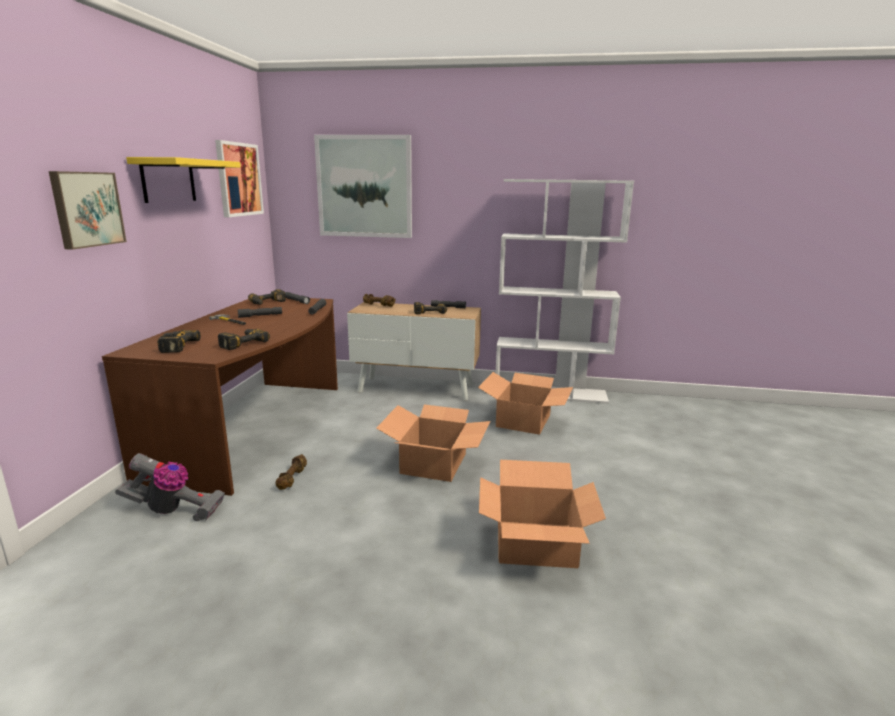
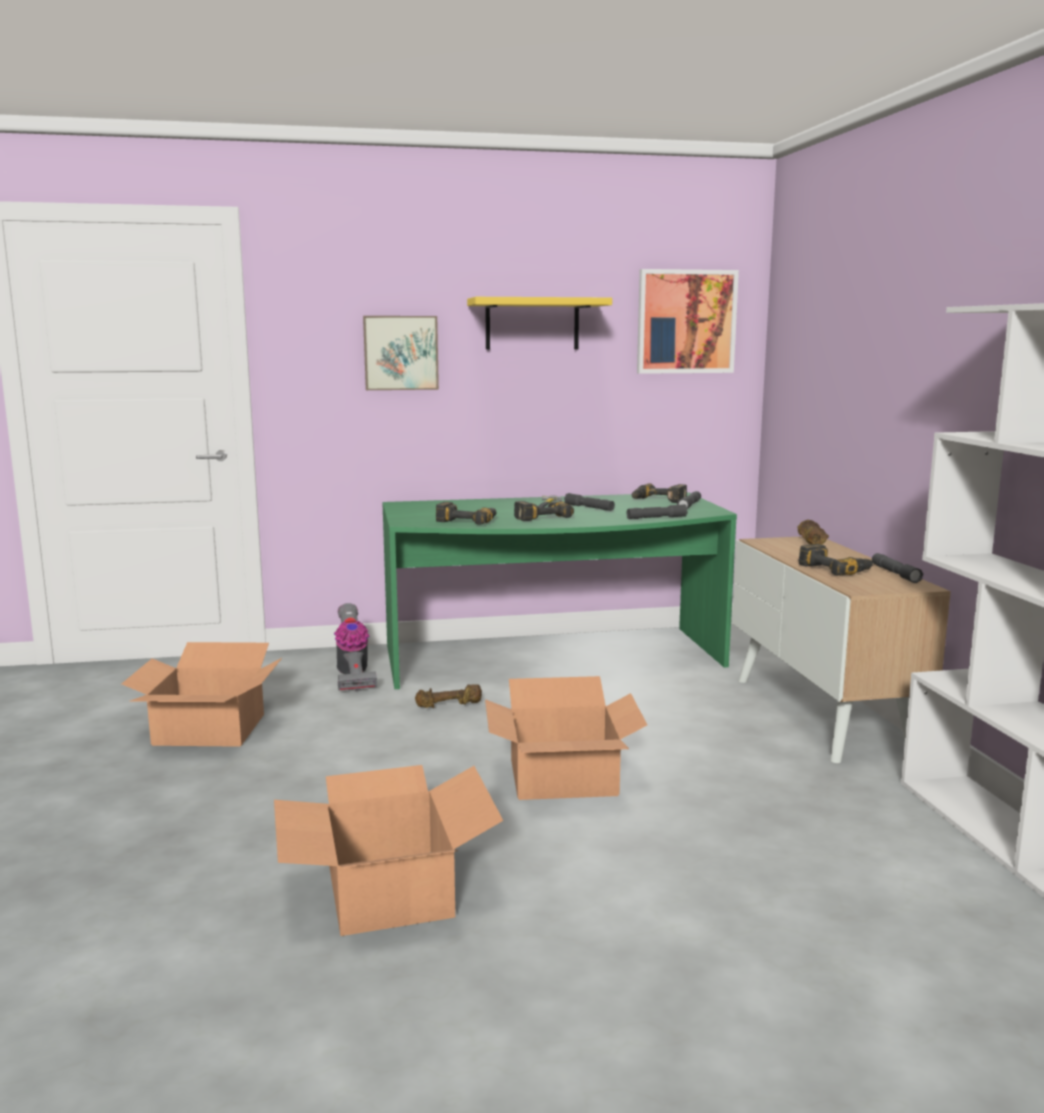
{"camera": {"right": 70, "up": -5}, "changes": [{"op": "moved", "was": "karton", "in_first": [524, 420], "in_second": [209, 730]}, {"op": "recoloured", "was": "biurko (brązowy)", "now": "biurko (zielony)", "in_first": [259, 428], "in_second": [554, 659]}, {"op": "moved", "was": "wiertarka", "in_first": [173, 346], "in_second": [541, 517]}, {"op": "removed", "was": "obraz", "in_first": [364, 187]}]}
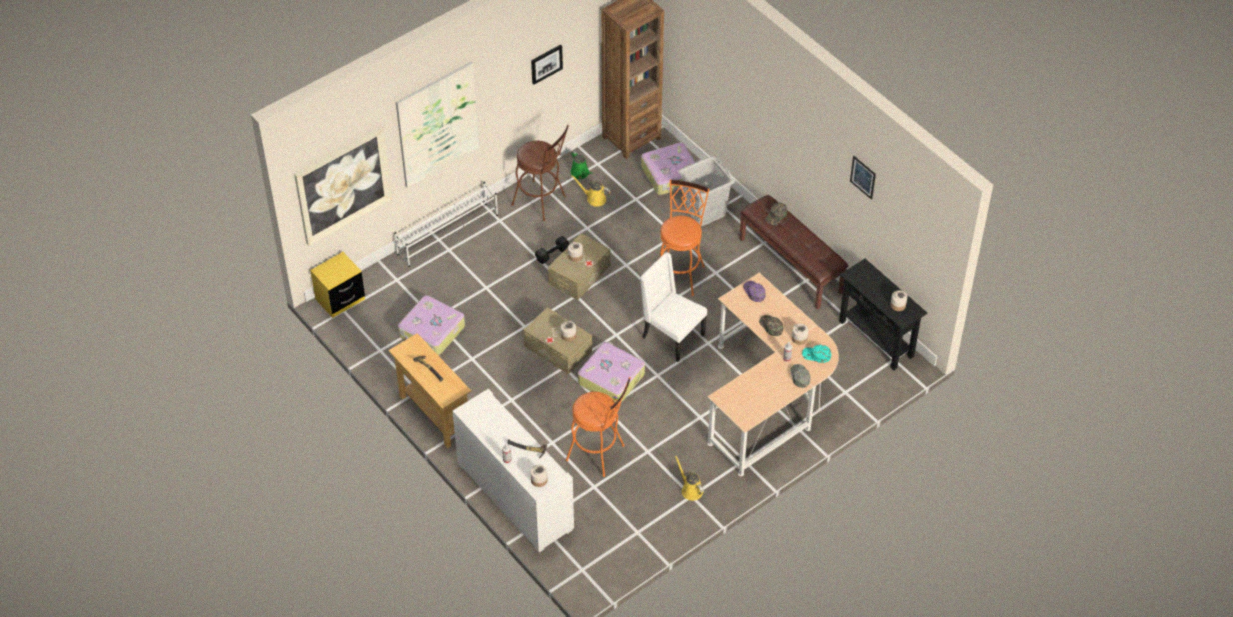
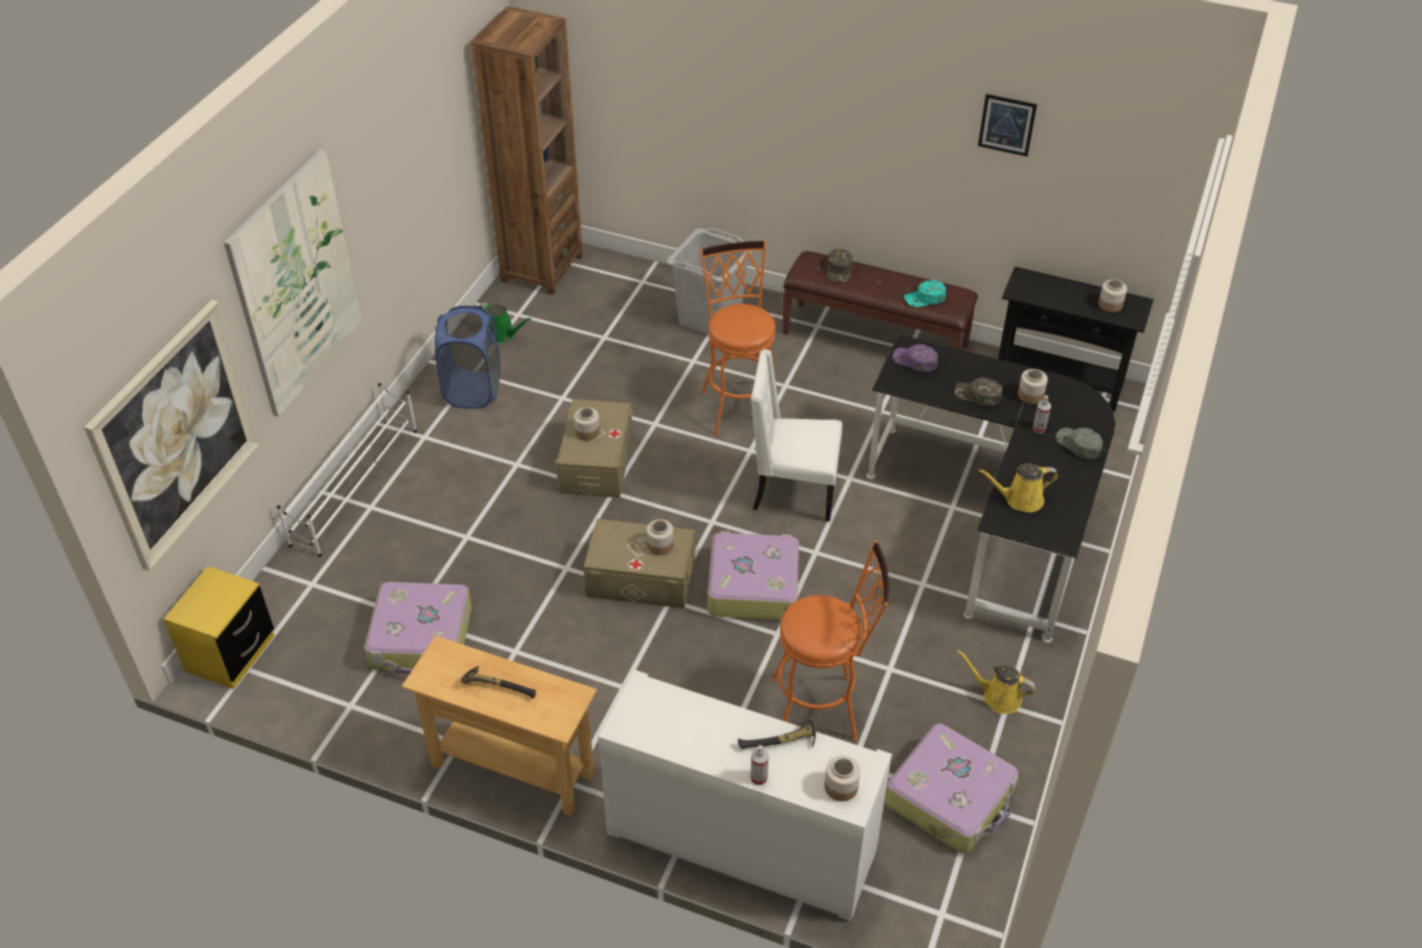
{"camera": {"right": -30, "up": -5}, "changes": [{"op": "replaced", "was": "stołek (brązowy)", "now": "kosz na pranie (niebieski)", "in_first": [542, 202], "in_second": [473, 390]}, {"op": "recoloured", "was": "biurko (beżowy)", "now": "biurko (czarny)", "in_first": [769, 399], "in_second": [994, 517]}, {"op": "moved", "was": "walizka", "in_first": [671, 175], "in_second": [951, 797]}, {"op": "moved", "was": "czapka z daszkiem (turkusowy)", "in_first": [816, 355], "in_second": [925, 298]}, {"op": "moved", "was": "konewka (żółty)", "in_first": [594, 199], "in_second": [1020, 499]}, {"op": "removed", "was": "obraz", "in_first": [546, 63]}, {"op": "removed", "was": "hantel (czarny)", "in_first": [551, 254]}]}
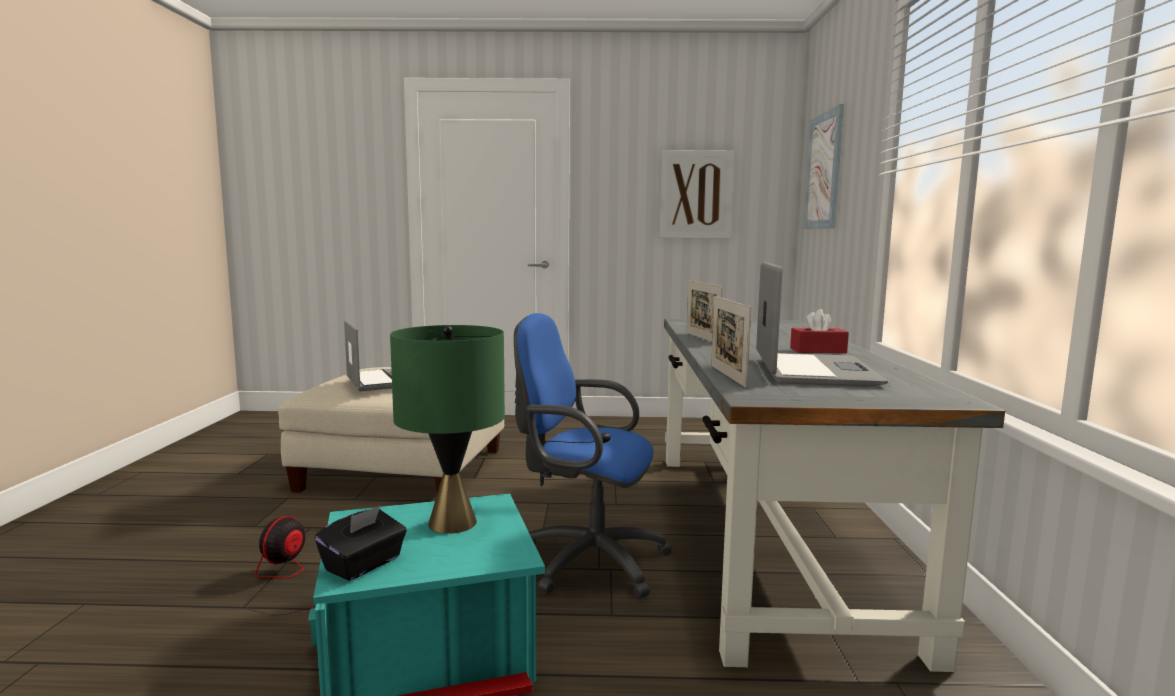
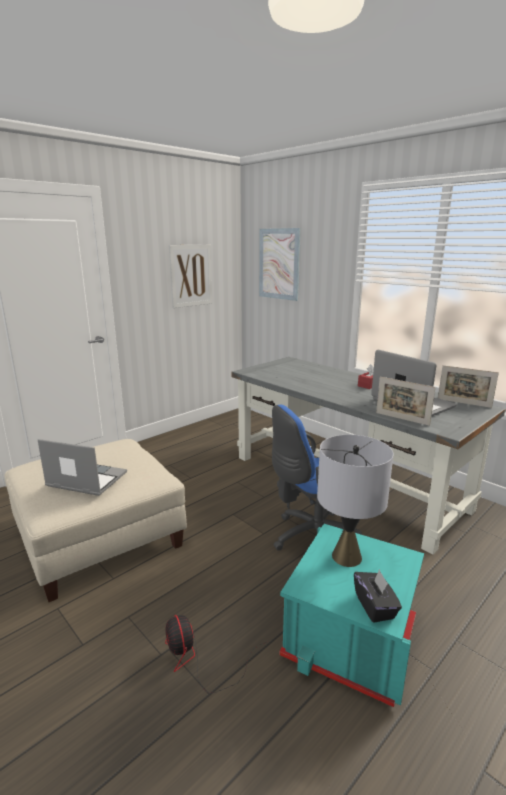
{"camera": {"right": -45, "up": 10}, "changes": [{"op": "recoloured", "was": "lampa stołowa (zielony)", "now": "lampa stołowa (szary)", "in_first": [452, 523], "in_second": [346, 557]}, {"op": "moved", "was": "ramka na zdjęcie", "in_first": [702, 338], "in_second": [464, 403]}]}
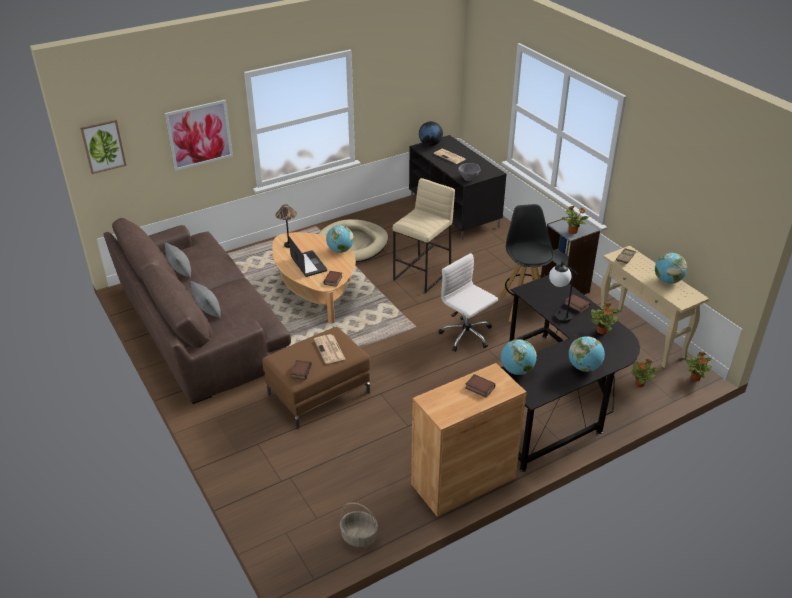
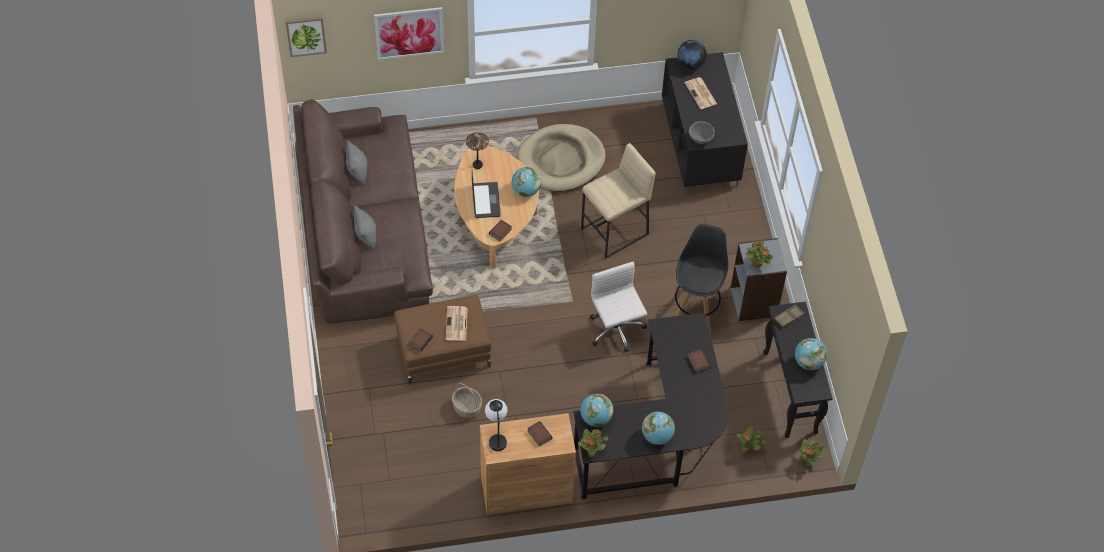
{"camera": {"right": 20, "up": 20}, "changes": [{"op": "moved", "was": "koszyk", "in_first": [358, 537], "in_second": [466, 407]}, {"op": "moved", "was": "lampa stołowa", "in_first": [558, 314], "in_second": [496, 436]}, {"op": "moved", "was": "roślina doniczkowa", "in_first": [602, 331], "in_second": [592, 450]}, {"op": "recoloured", "was": "stolik konsolowy (beżowy)", "now": "stolik konsolowy (czarny)", "in_first": [641, 337], "in_second": [790, 393]}]}
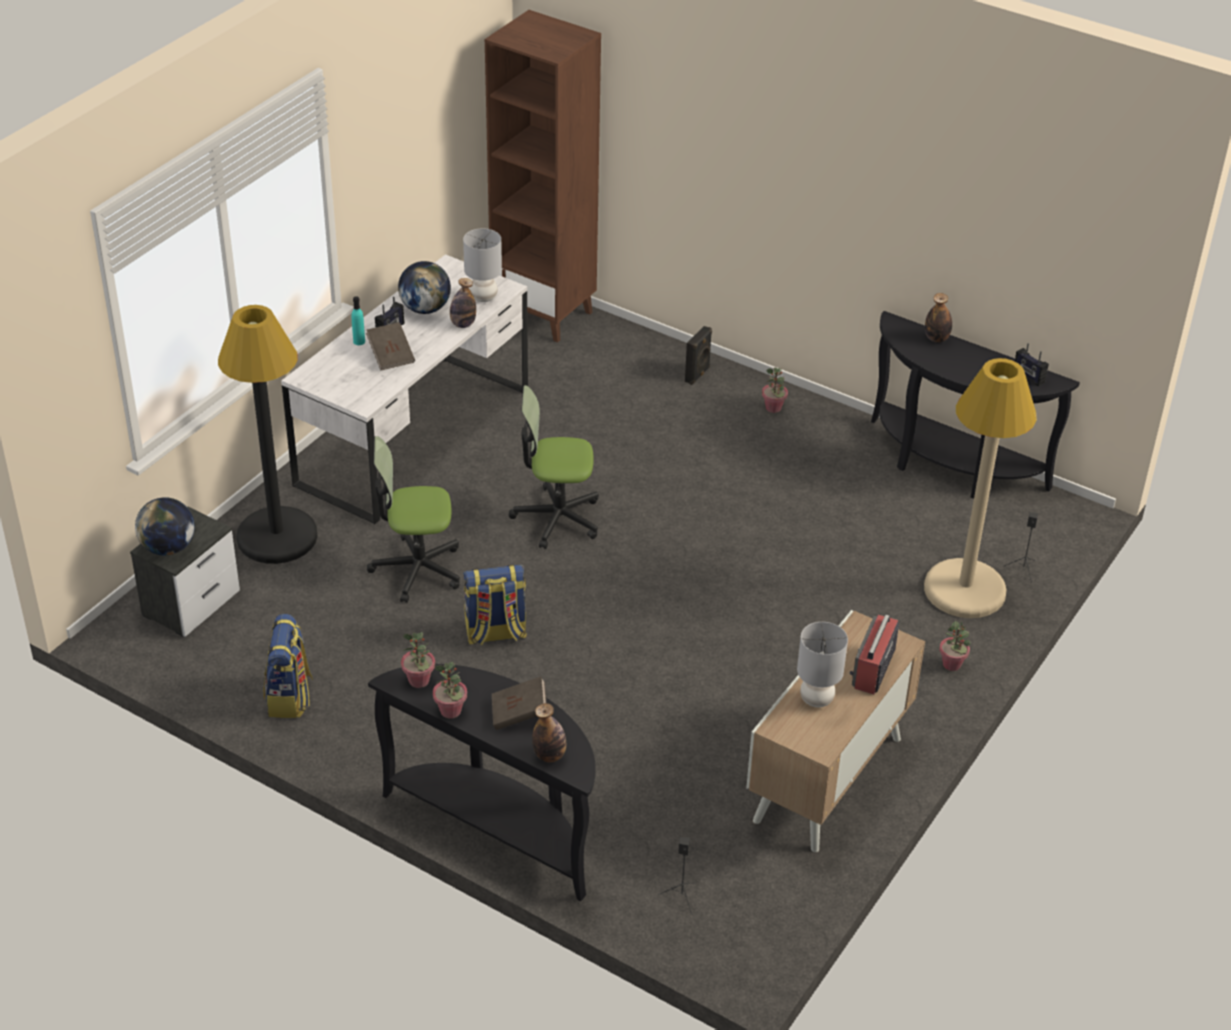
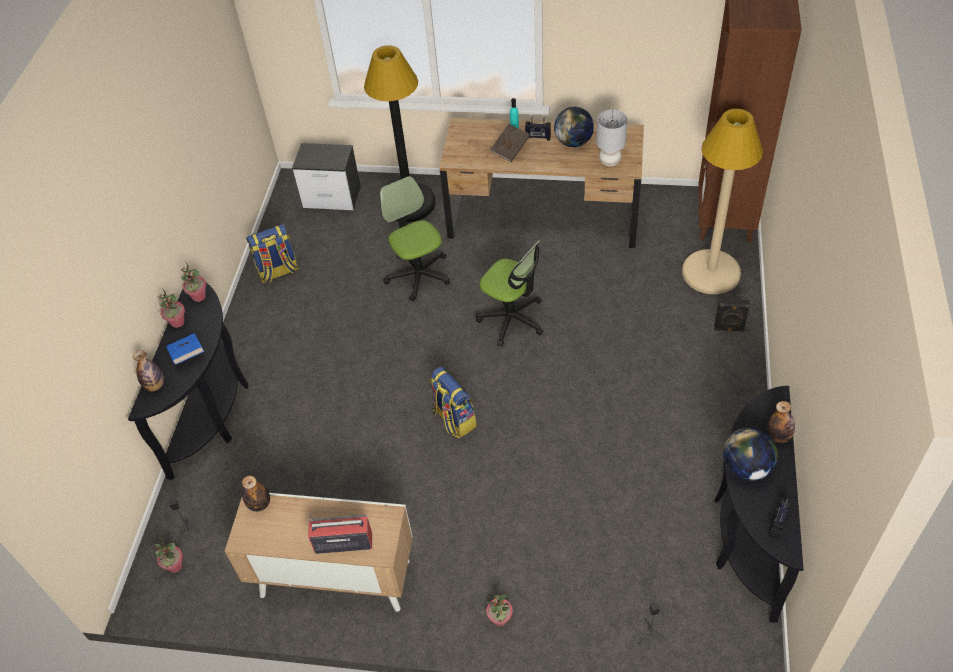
{"camera": {"right": 70, "up": 10}, "changes": [{"op": "moved", "was": "roślina doniczkowa", "in_first": [773, 408], "in_second": [175, 566]}, {"op": "recoloured", "was": "książka (brązowy)", "now": "książka (niebieski)", "in_first": [519, 714], "in_second": [187, 355]}, {"op": "moved", "was": "butelka", "in_first": [463, 324], "in_second": [260, 504]}, {"op": "moved", "was": "plecak", "in_first": [495, 633], "in_second": [453, 419]}, {"op": "recoloured", "was": "biurko (biały)", "now": "biurko (brązowy)", "in_first": [414, 436], "in_second": [543, 217]}, {"op": "turned", "was": "krzesło biurowe", "in_first": [557, 518], "in_second": [512, 319], "clockwise": 150}, {"op": "moved", "was": "lampa stojąca (beżowy)", "in_first": [965, 590], "in_second": [711, 273]}, {"op": "moved", "was": "globus", "in_first": [168, 548], "in_second": [746, 468]}, {"op": "removed", "was": "lampa stołowa (szary)", "in_first": [817, 699]}]}
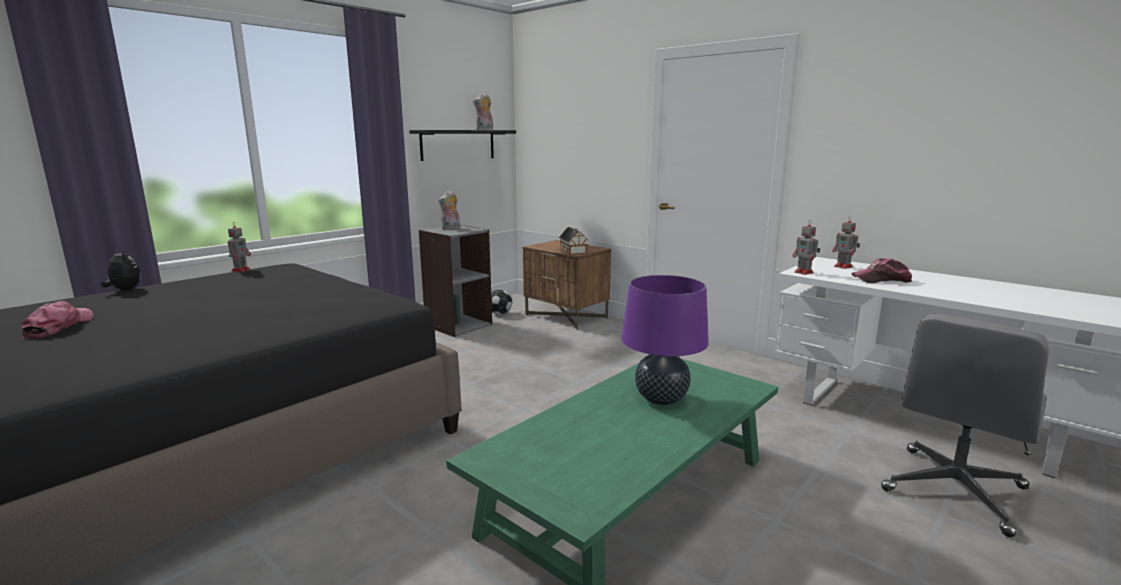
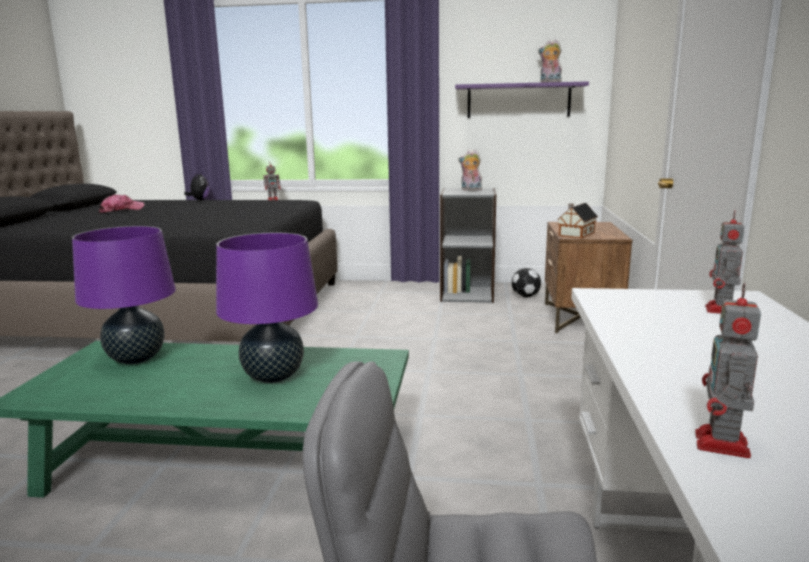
{"camera": {"right": 55, "up": 0}, "changes": [{"op": "added", "now": "lampa stołowa (fioletowy)", "in_second": [136, 358]}, {"op": "recoloured", "was": "półka (czarny)", "now": "półka (fioletowy)", "in_first": [458, 144], "in_second": [518, 100]}, {"op": "moved", "was": "robot zabawkowy", "in_first": [804, 272], "in_second": [722, 445]}, {"op": "removed", "was": "czapka z daszkiem", "in_first": [881, 280]}]}
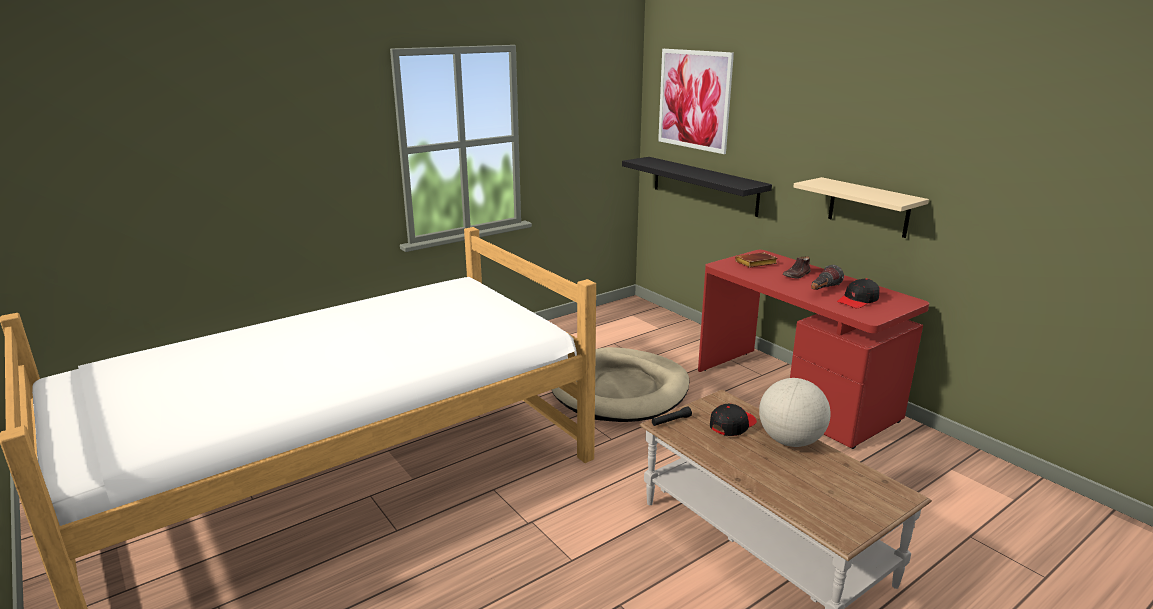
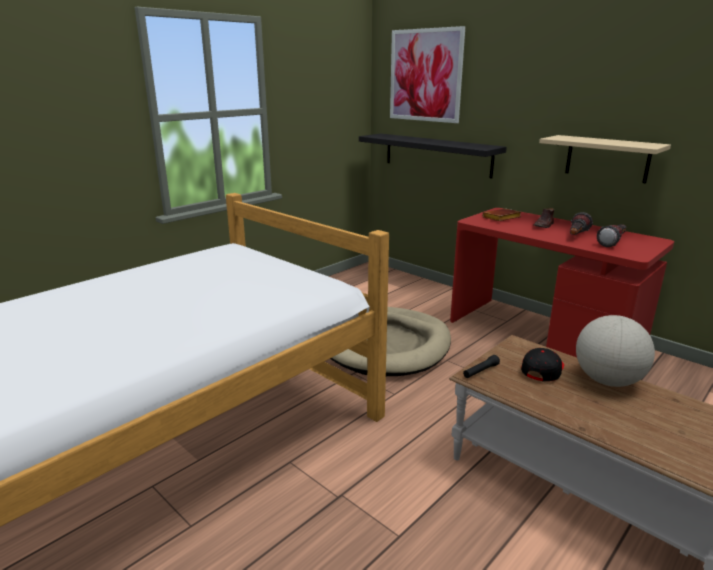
{"camera": {"right": -10, "up": 0}, "changes": [{"op": "replaced", "was": "czapka z daszkiem (czarny)", "now": "latarka", "in_first": [858, 300], "in_second": [613, 242]}]}
